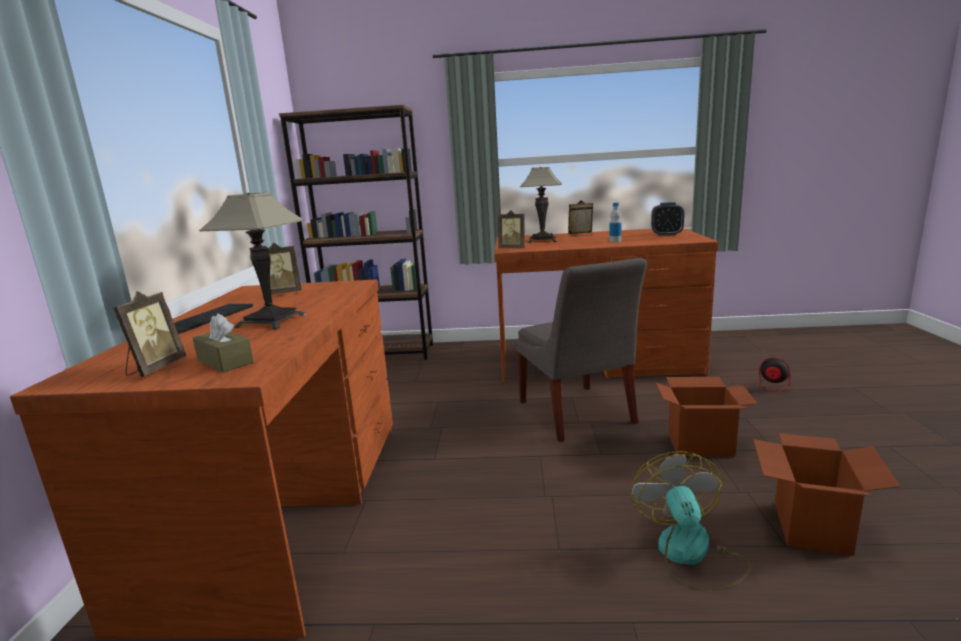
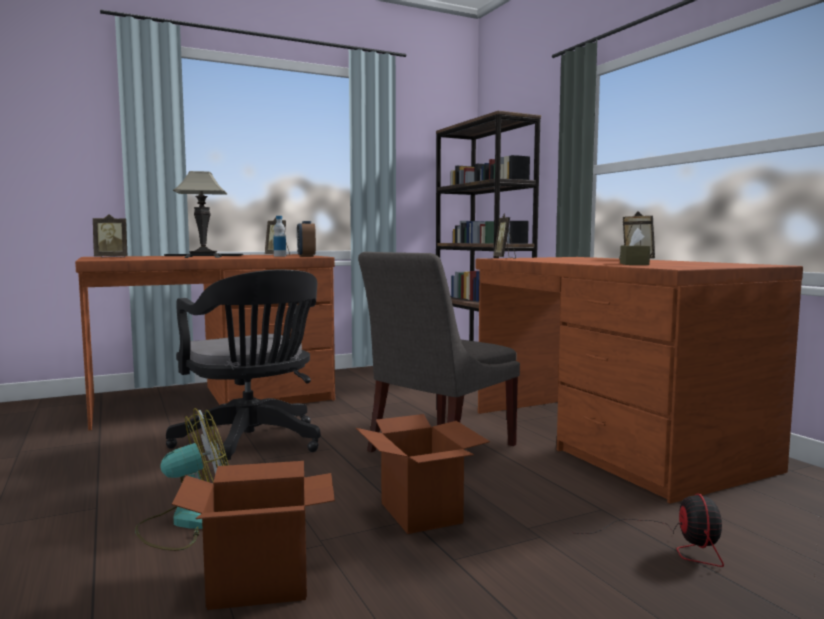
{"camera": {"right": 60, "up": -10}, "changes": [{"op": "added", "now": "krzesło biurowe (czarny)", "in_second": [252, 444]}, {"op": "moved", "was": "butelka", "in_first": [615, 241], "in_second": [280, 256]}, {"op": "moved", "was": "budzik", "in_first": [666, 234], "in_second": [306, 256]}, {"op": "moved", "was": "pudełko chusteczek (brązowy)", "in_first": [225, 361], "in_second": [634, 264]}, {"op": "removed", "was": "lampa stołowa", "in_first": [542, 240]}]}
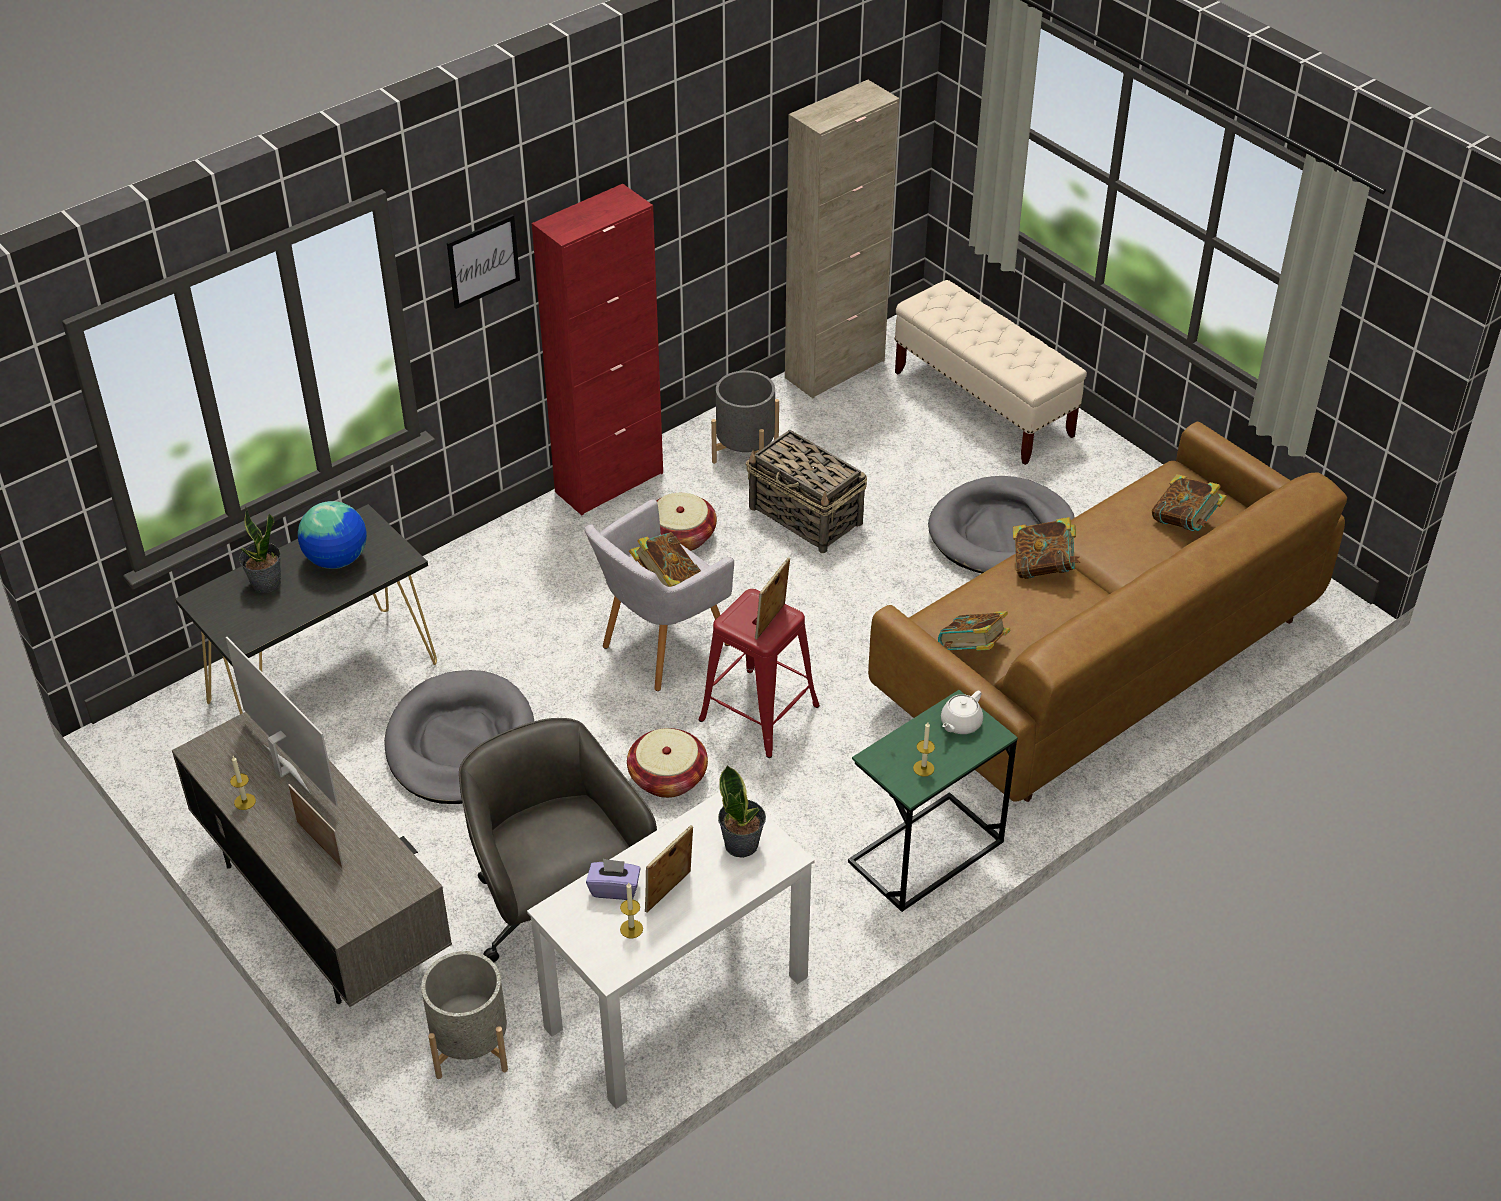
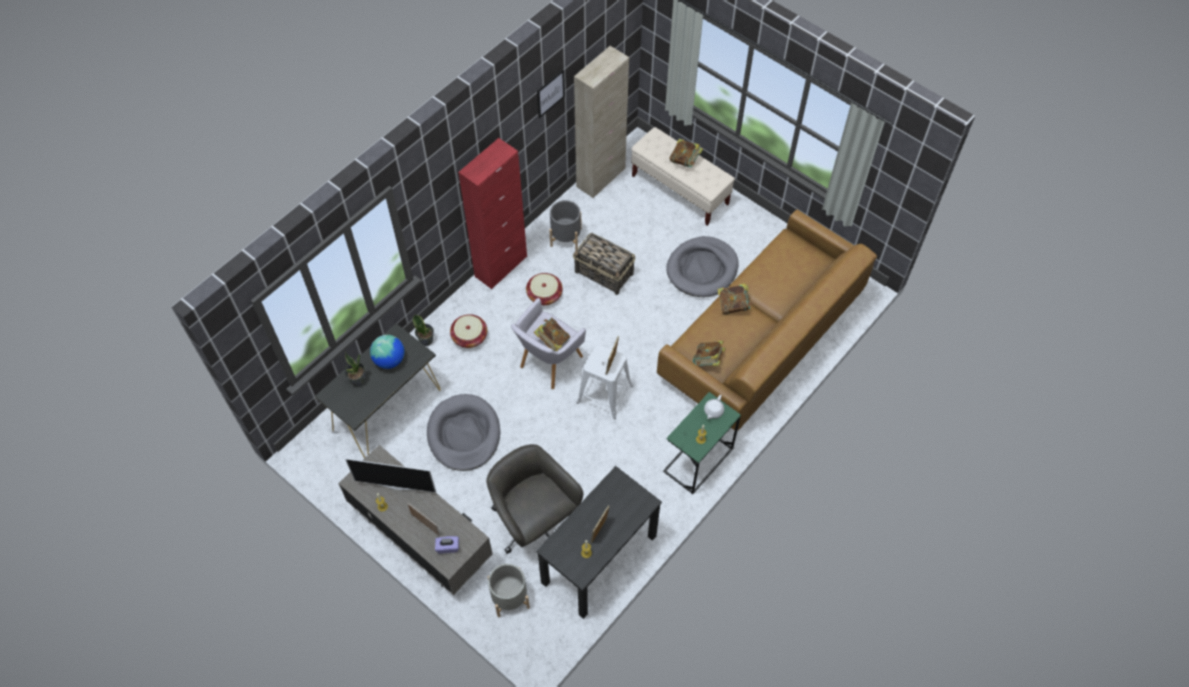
{"camera": {"right": -10, "up": 15}, "changes": [{"op": "turned", "was": "telewizor", "in_first": [285, 770], "in_second": [397, 486], "clockwise": 150}, {"op": "moved", "was": "roślina doniczkowa", "in_first": [742, 844], "in_second": [426, 340]}, {"op": "moved", "was": "pudełko chusteczek (fioletowy)", "in_first": [614, 888], "in_second": [448, 547]}, {"op": "moved", "was": "koszyk", "in_first": [668, 777], "in_second": [469, 337]}, {"op": "recoloured", "was": "biurko (biały)", "now": "biurko (czarny)", "in_first": [676, 1003], "in_second": [599, 559]}, {"op": "moved", "was": "obraz", "in_first": [483, 261], "in_second": [550, 93]}, {"op": "recoloured", "was": "stołek (czerwony)", "now": "stołek (biały)", "in_first": [758, 713], "in_second": [604, 394]}, {"op": "moved", "was": "książka", "in_first": [1185, 523], "in_second": [685, 161]}]}
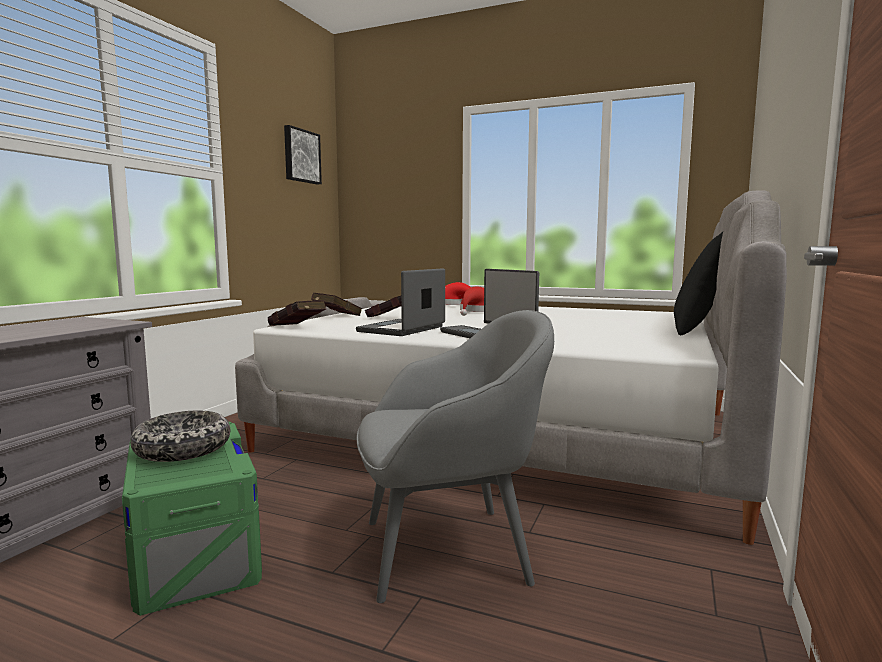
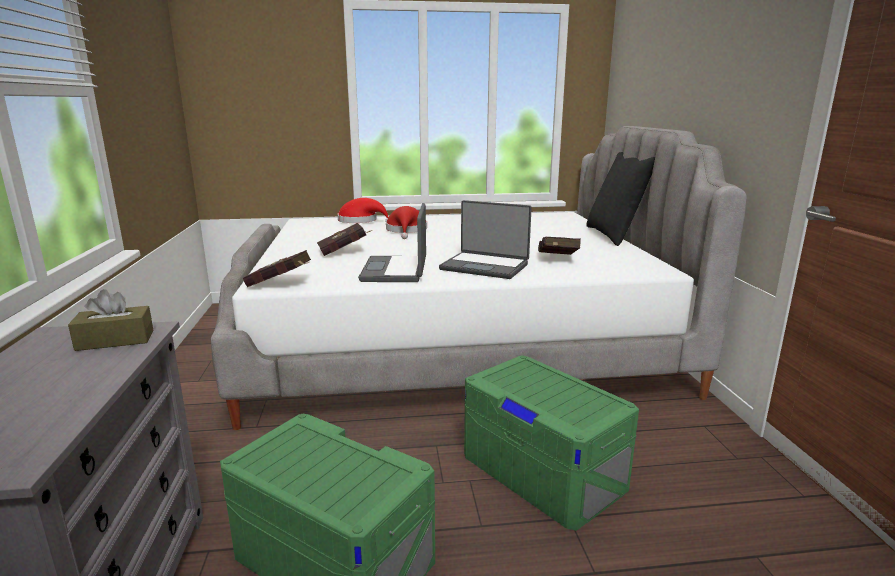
{"camera": {"right": -30, "up": 10}, "changes": [{"op": "added", "now": "pudełko chusteczek (brązowy)", "in_second": [115, 340]}, {"op": "replaced", "was": "fotel (szary)", "now": "pojemnik do przechowywania (zielony)", "in_first": [449, 550], "in_second": [542, 471]}, {"op": "moved", "was": "książka (czerwony)", "in_first": [335, 317], "in_second": [557, 260]}, {"op": "removed", "was": "miska", "in_first": [183, 449]}, {"op": "removed", "was": "obraz", "in_first": [301, 156]}]}
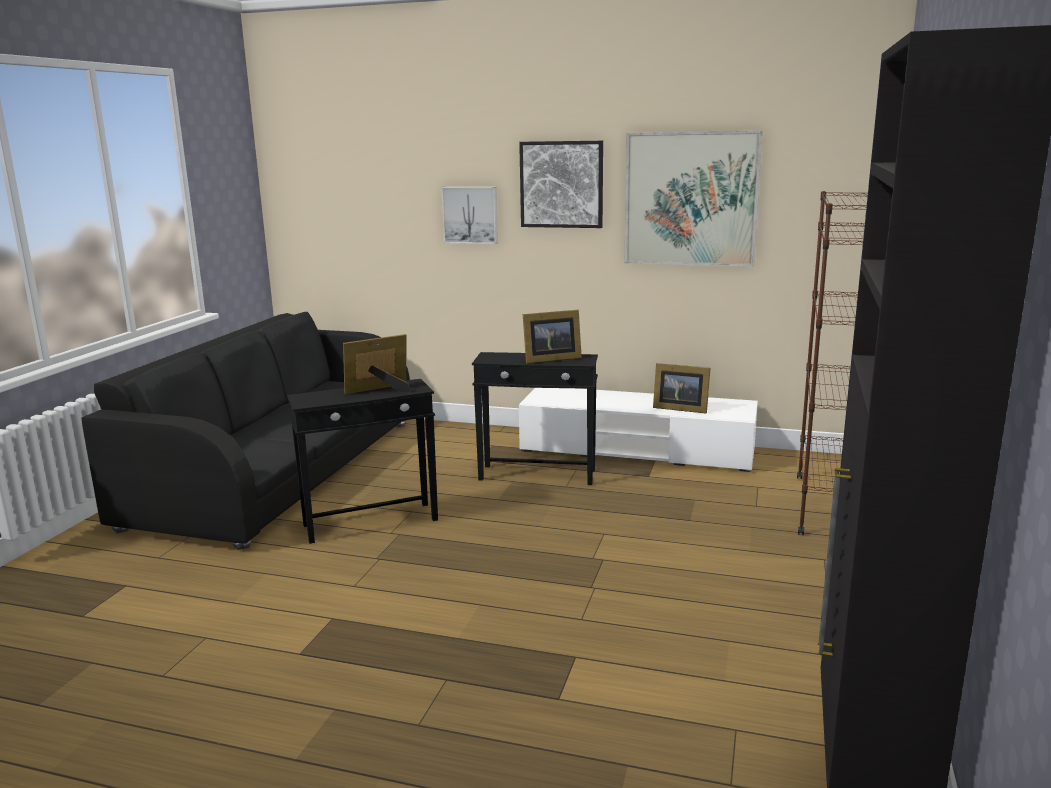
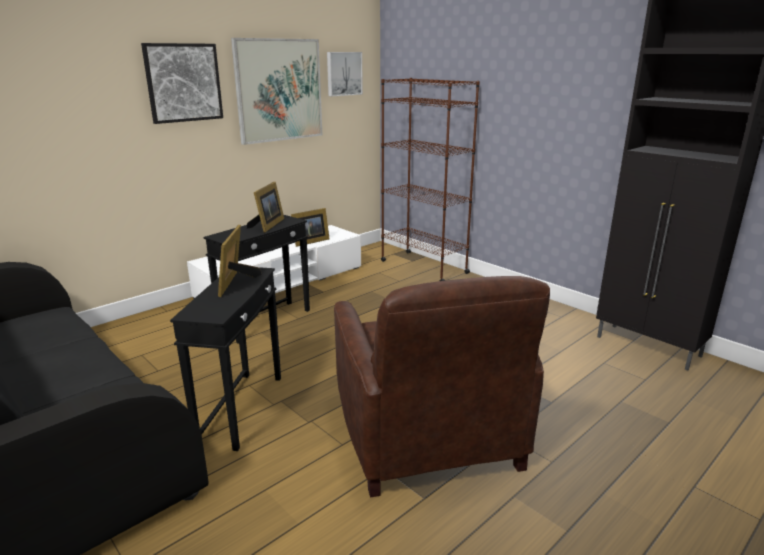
{"camera": {"right": -60, "up": 5}, "changes": [{"op": "moved", "was": "obraz", "in_first": [470, 215], "in_second": [343, 73]}, {"op": "added", "now": "fotel (brązowy)", "in_second": [428, 437]}]}
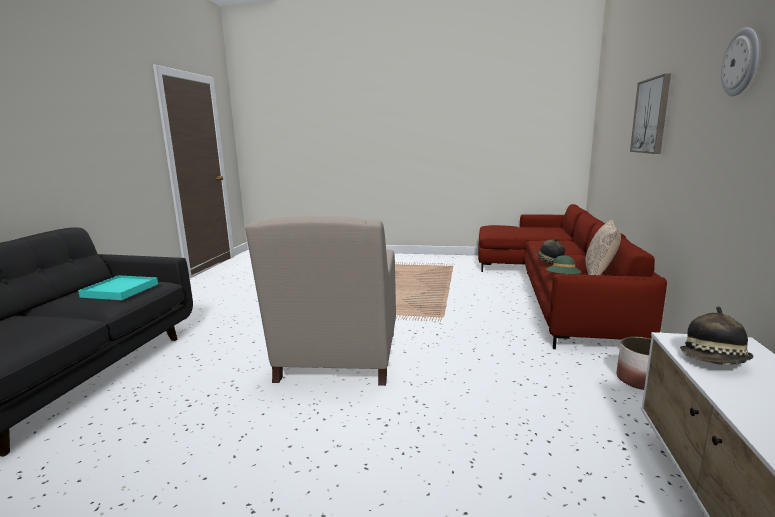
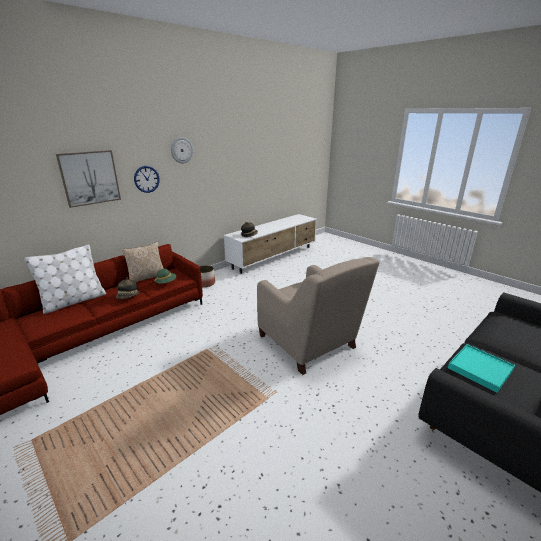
{"camera": {"right": -145, "up": 10}, "changes": [{"op": "added", "now": "poduszka (biały)", "in_second": [74, 301]}, {"op": "added", "now": "zegar ścienny", "in_second": [146, 179]}, {"op": "turned", "was": "fotel (beżowy)", "in_first": [338, 359], "in_second": [308, 343], "clockwise": 105}]}
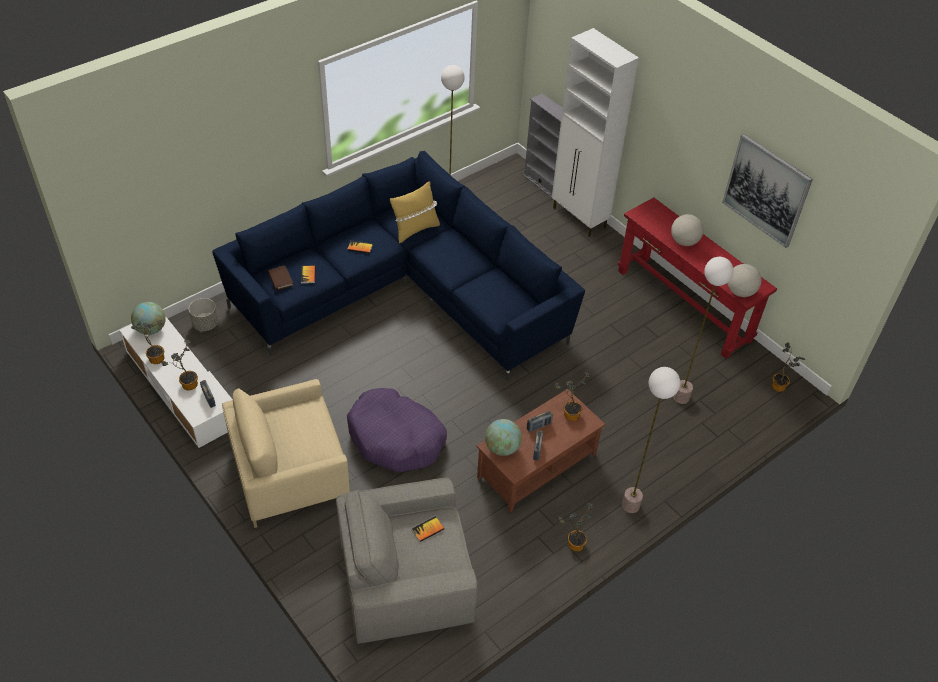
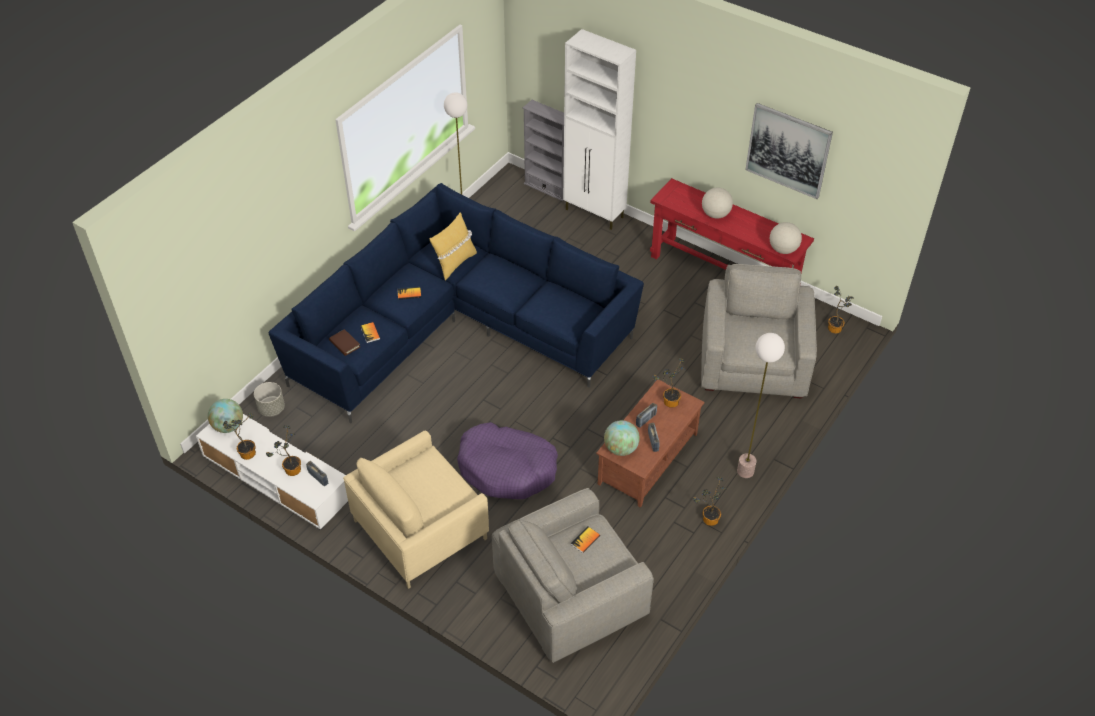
{"camera": {"right": -15, "up": 0}, "changes": [{"op": "replaced", "was": "lampa stojąca", "now": "fotel (szary)", "in_first": [681, 397], "in_second": [753, 361]}]}
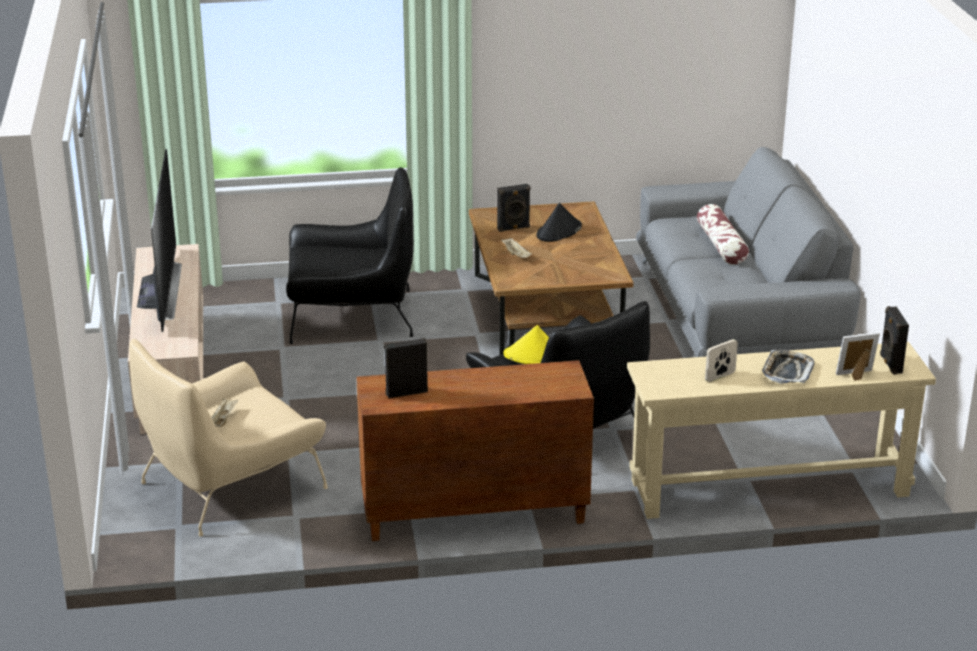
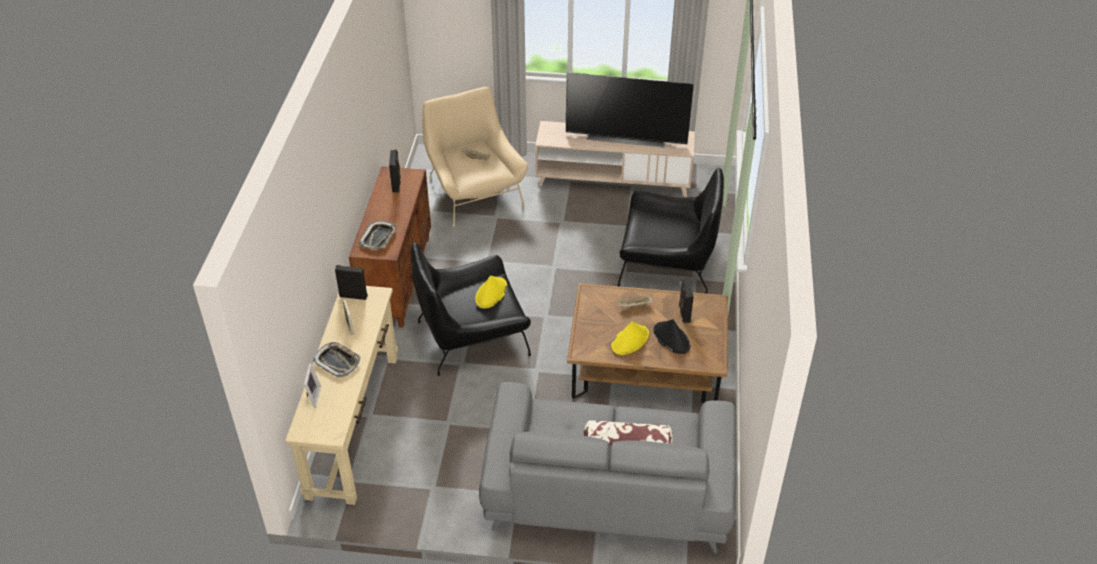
{"camera": {"right": 105, "up": 15}, "changes": [{"op": "moved", "was": "głośnik (czarny)", "in_first": [890, 364], "in_second": [353, 295]}, {"op": "added", "now": "taca", "in_second": [378, 238]}, {"op": "added", "now": "kapelusz (żółty)", "in_second": [630, 340]}, {"op": "turned", "was": "fotel (czarny)", "in_first": [352, 314], "in_second": [667, 264], "clockwise": -90}]}
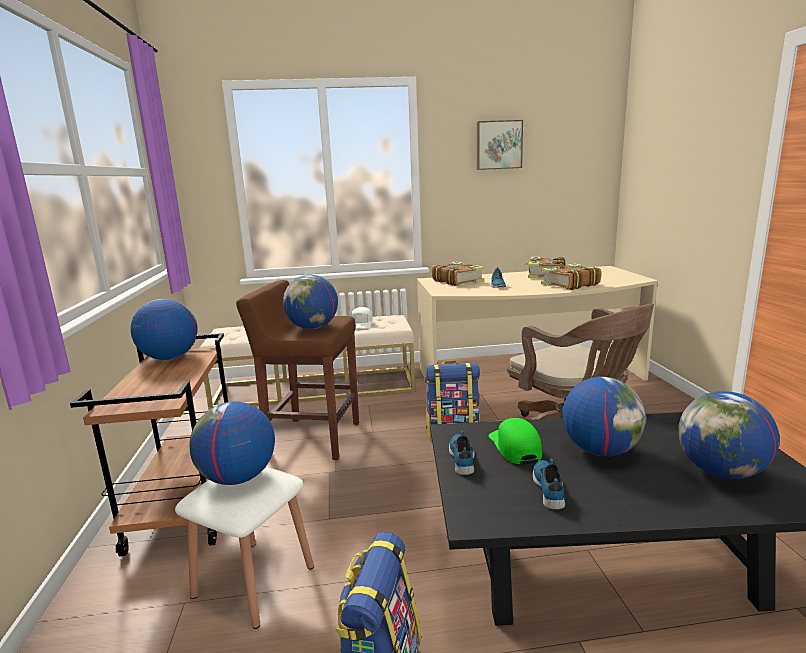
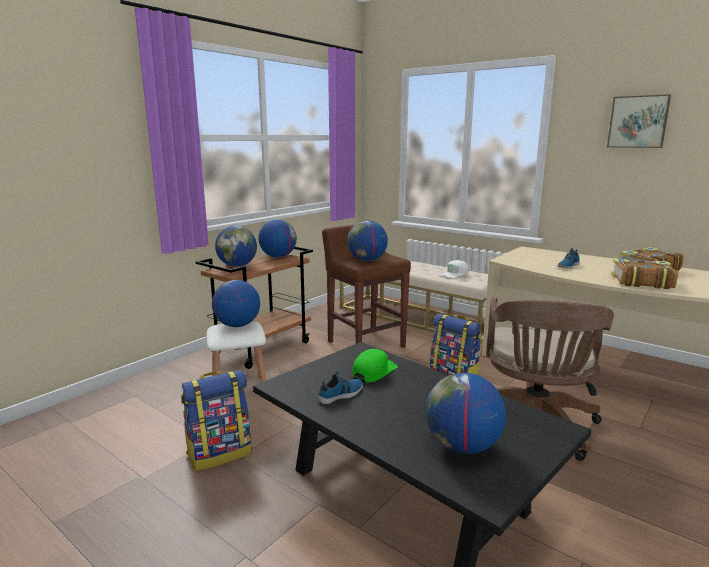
{"camera": {"right": 45, "up": 0}, "changes": [{"op": "moved", "was": "globus", "in_first": [600, 450], "in_second": [237, 266]}, {"op": "removed", "was": "książka", "in_first": [457, 281]}, {"op": "removed", "was": "but", "in_first": [462, 457]}]}
